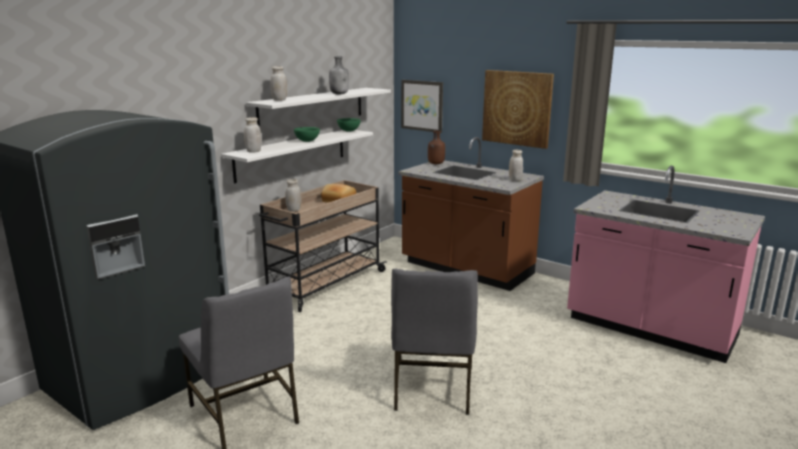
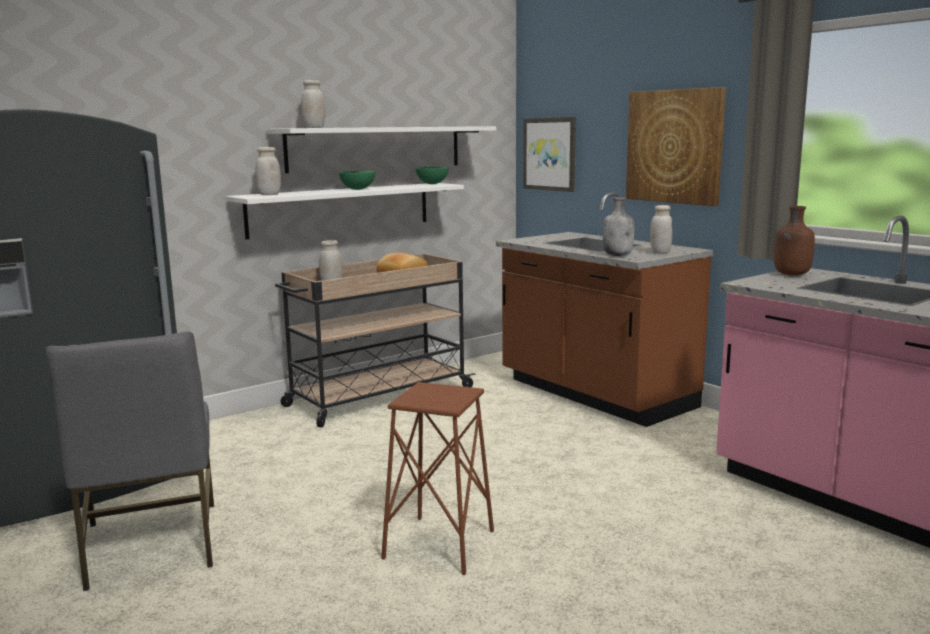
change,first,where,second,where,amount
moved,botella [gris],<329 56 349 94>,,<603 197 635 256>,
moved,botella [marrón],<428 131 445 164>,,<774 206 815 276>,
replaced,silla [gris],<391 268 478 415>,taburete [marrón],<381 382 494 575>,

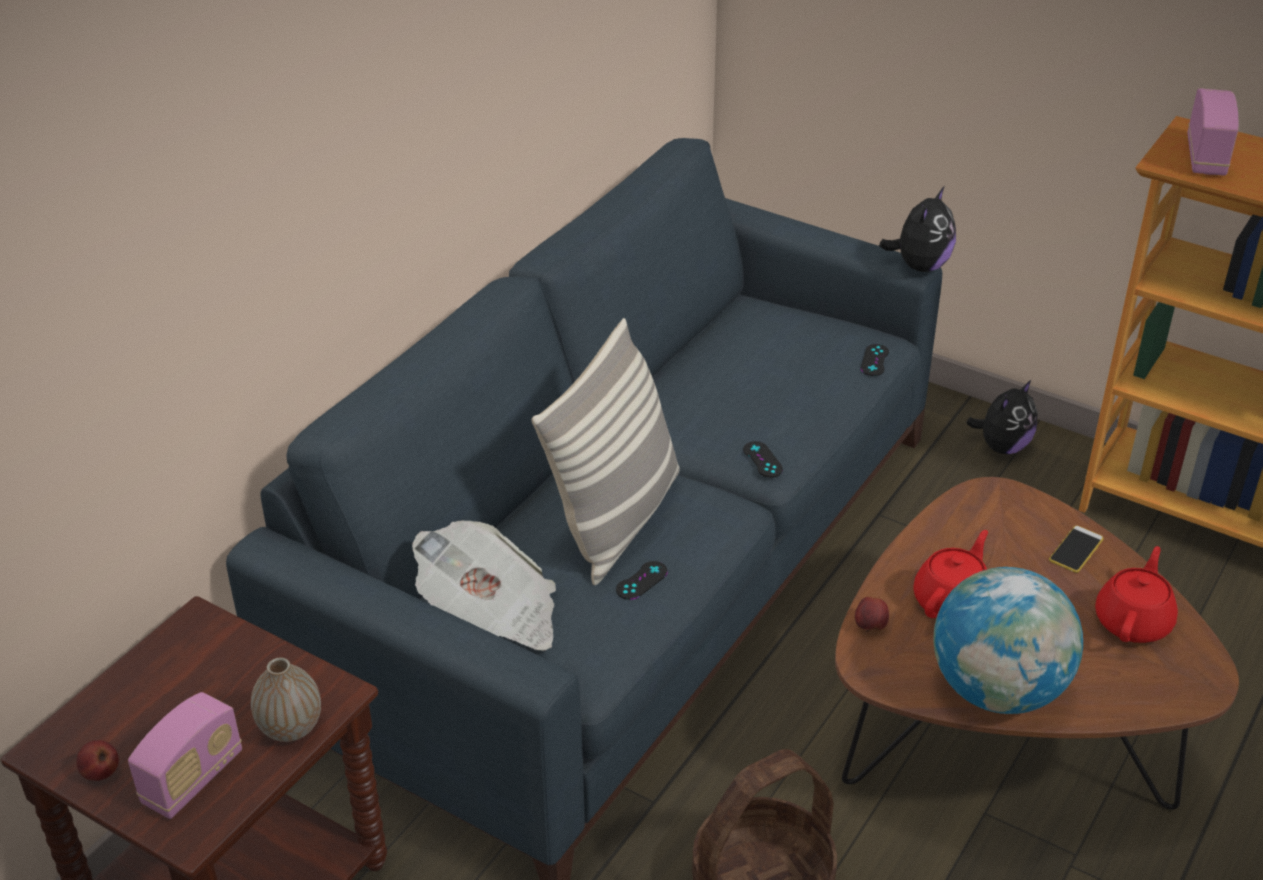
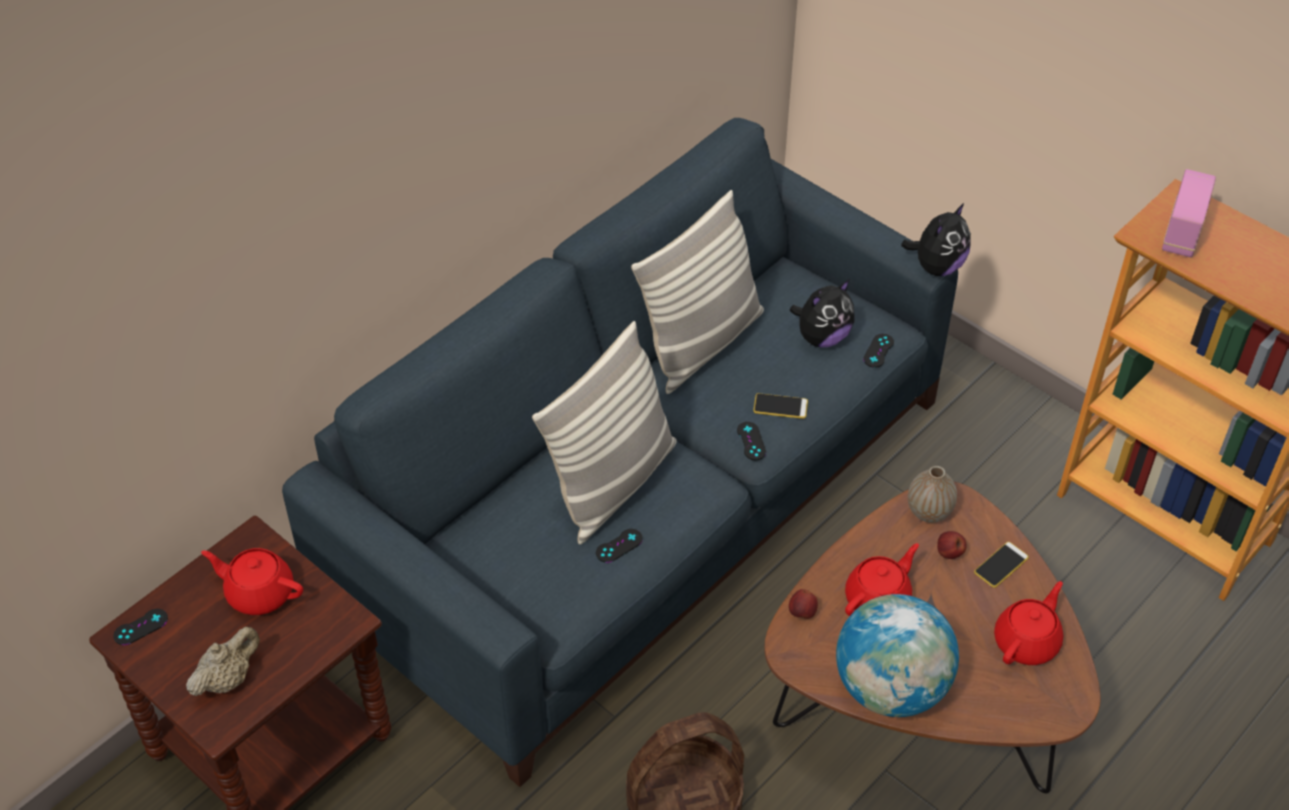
change,first,where,second,where,amount
moved,peluche,<966 379 1037 454>,,<790 280 854 348>,
removed,periódico,<412 521 556 651>,,,
moved,florero,<251 657 321 742>,,<908 466 957 523>,
replaced,radio,<128 692 242 819>,tetera [beis],<186 627 260 696>,
moved,manzana,<77 740 119 781>,,<937 531 967 559>,
added,,,cojín,<631 190 764 394>,
added,,,móvil,<753 393 808 419>,
added,,,tetera [rojo],<201 548 303 615>,
added,,,mando de consola [negro],<113 609 168 645>,

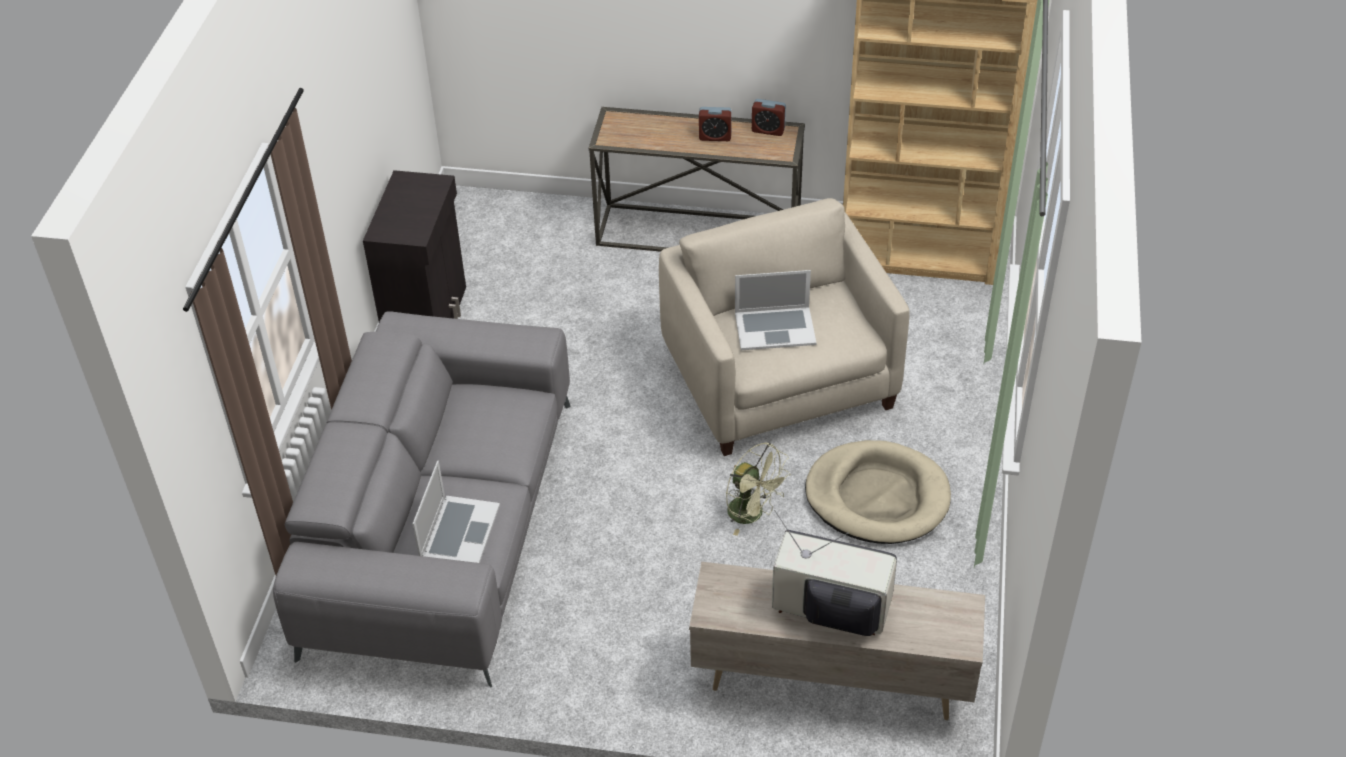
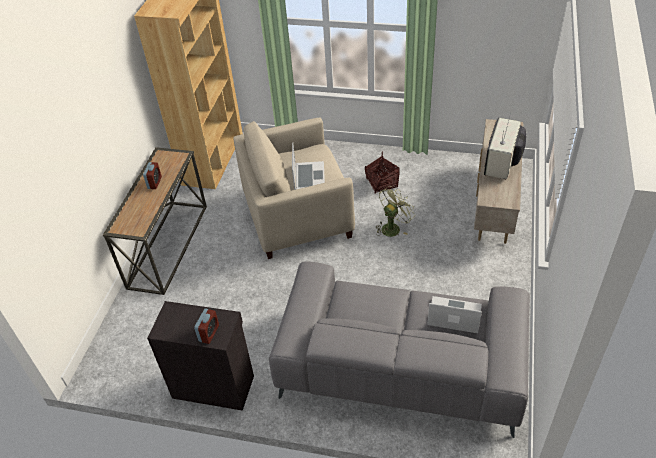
change,first,where,second,where,amount
moved,despertador,<752 99 786 136>,,<194 308 219 344>,
replaced,cama para perro [beis],<805 440 951 544>,cesta,<365 151 400 193>,

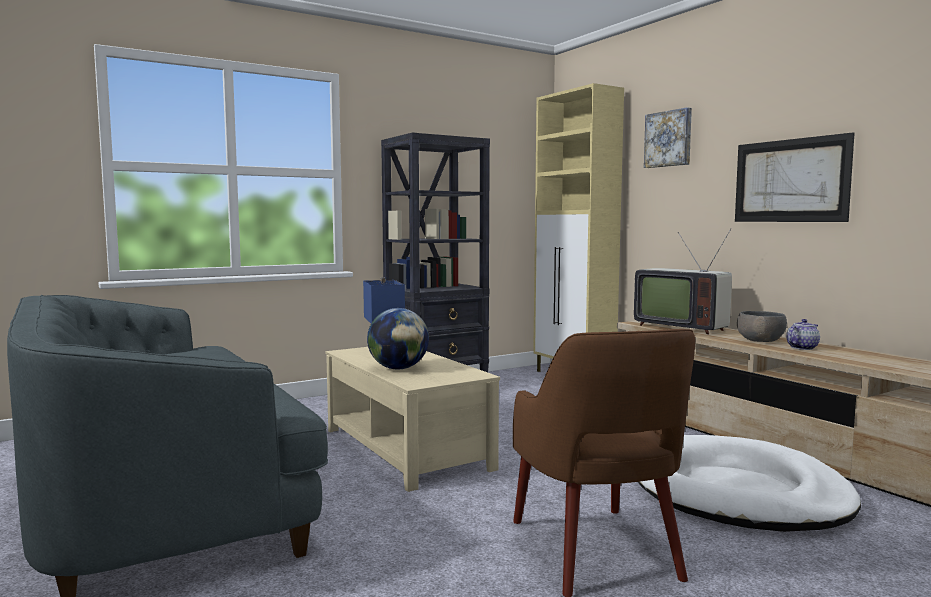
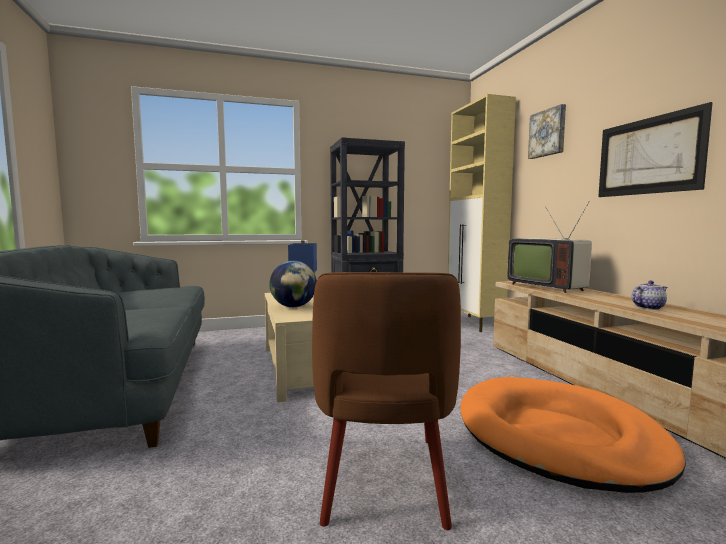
change,first,where,second,where,amount
removed,cuenco [gris],<737 311 787 342>,,,
recoloured,cama para perro [blanco],<638 435 861 532>,cama para perro [naranja],<460 377 686 493>,

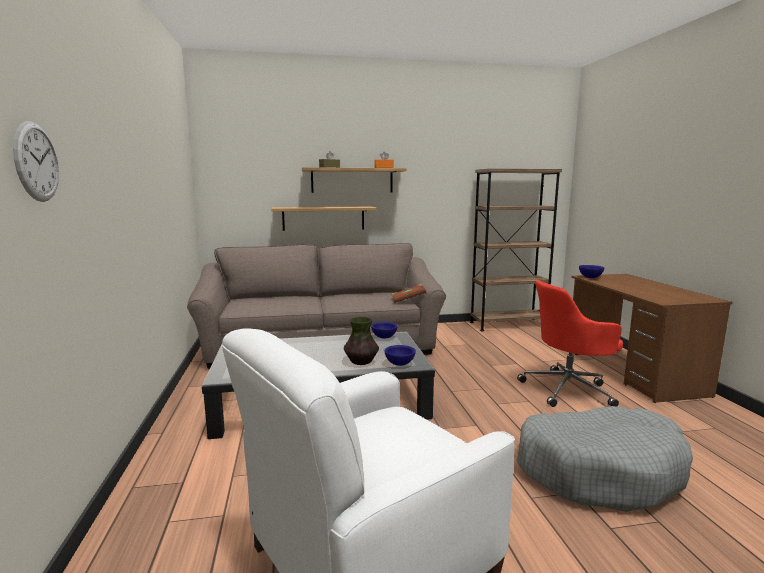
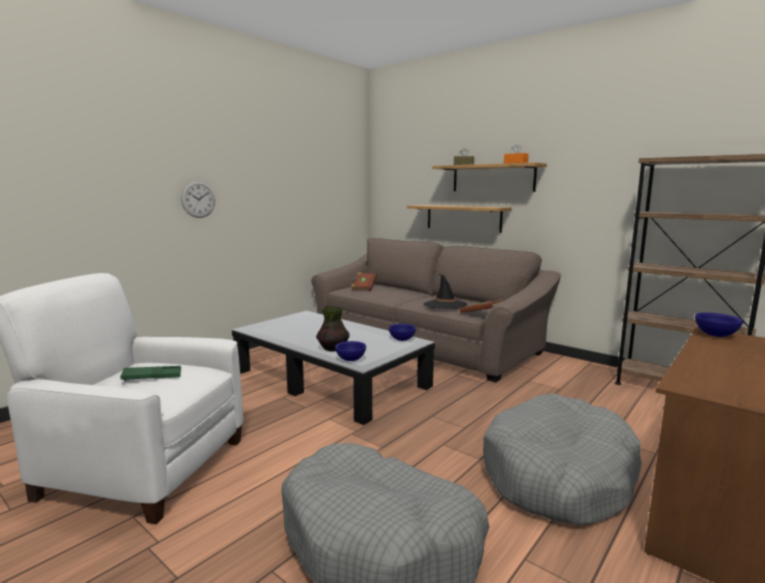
change,first,where,second,where,amount
moved,reloj de pared,<13 122 59 202>,,<181 181 215 218>,
replaced,silla de oficina [rojo],<517 280 623 407>,cama para perro [gris],<483 394 642 525>,
added,,,libro [marrón],<351 272 377 291>,
added,,,sombrero [negro],<424 274 467 309>,
added,,,bandeja [verde],<121 366 181 381>,

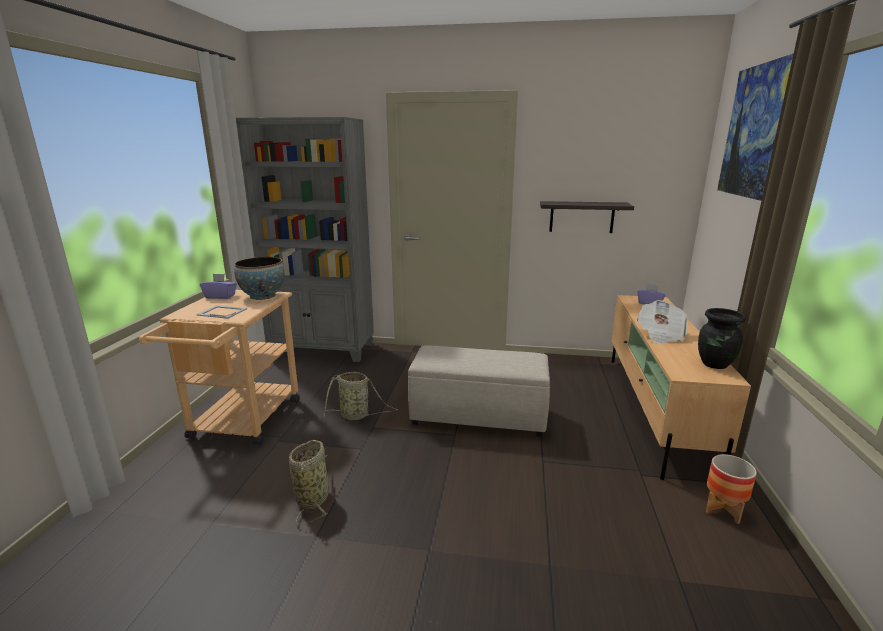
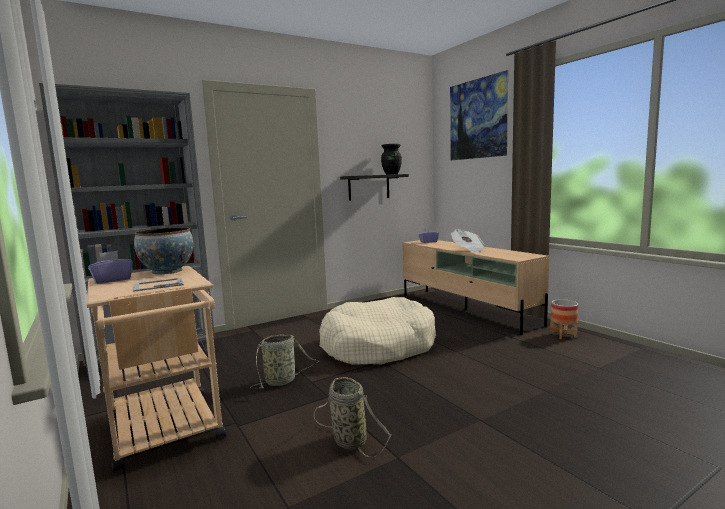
change,first,where,second,where,amount
moved,florero [negro],<698 308 746 369>,,<381 144 402 175>,
replaced,puf [beis],<408 345 550 437>,cama para perro [beis],<319 297 436 365>,

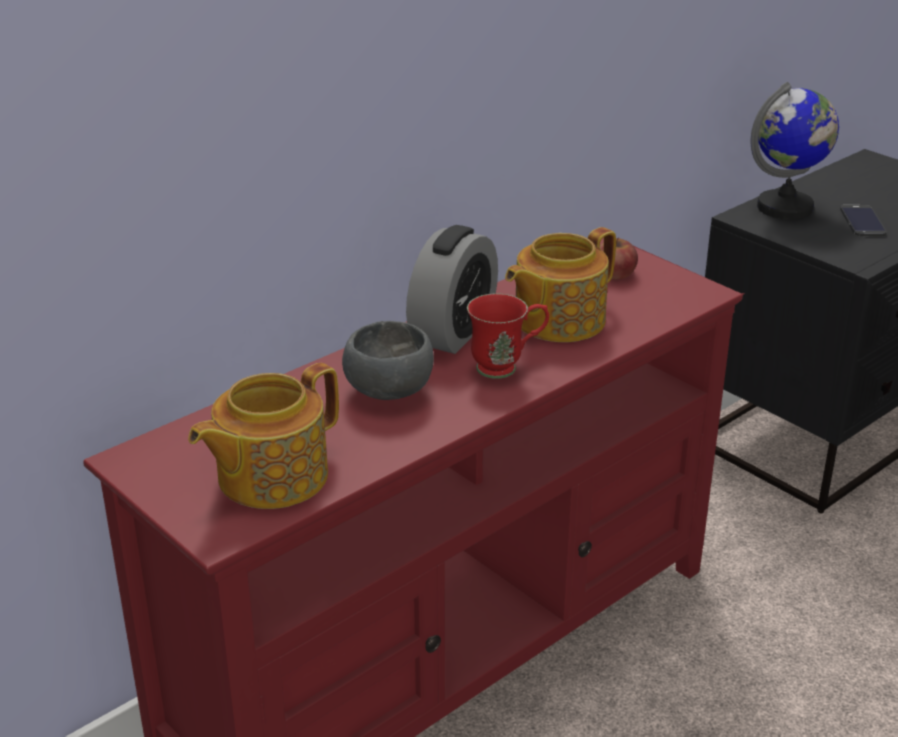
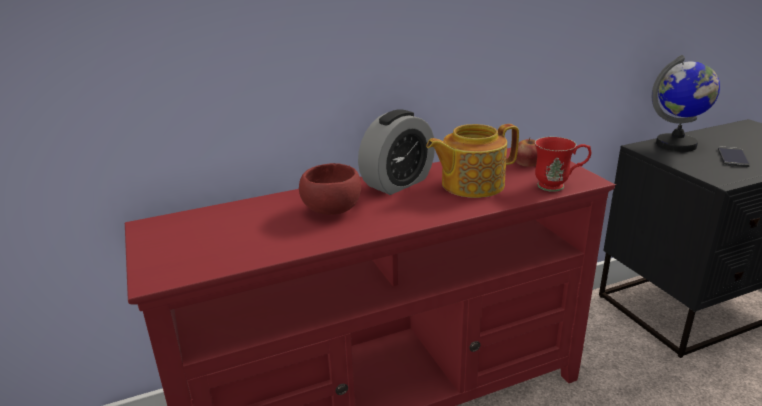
change,first,where,second,where,amount
moved,taza grande [rojo],<467 294 549 379>,,<535 137 591 192>,
recoloured,cuenco [gris],<342 321 434 400>,cuenco [rojo],<299 163 361 215>,
removed,tetera,<188 363 339 509>,,,

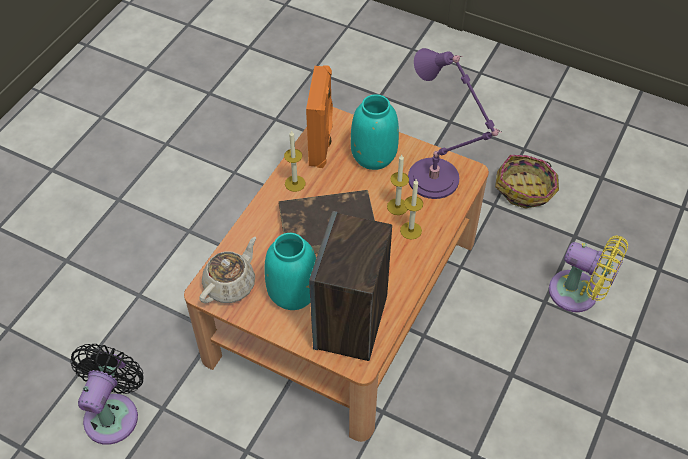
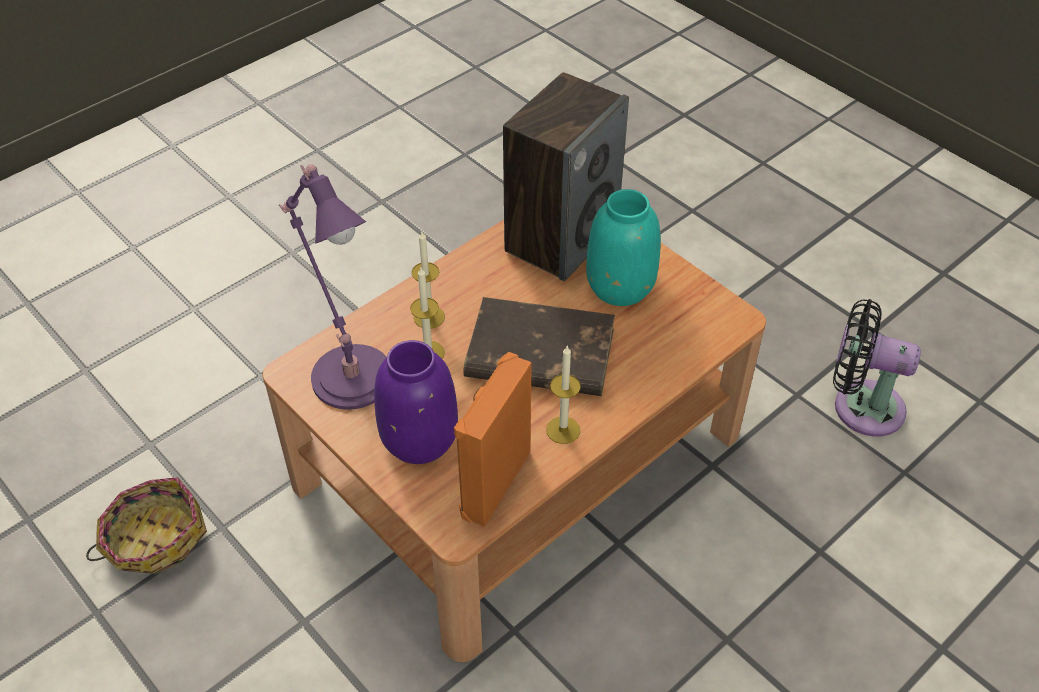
change,first,where,second,where,amount
recoloured,florero [turquesa],<351 94 399 170>,florero [morado],<374 340 458 464>,
removed,ventilador [amarillo],<549 235 628 312>,,,
removed,tetera [beis],<199 237 256 303>,,,
turned,ventilador [negro],<70 344 144 445>,,<833 299 921 437>,75 degrees clockwise

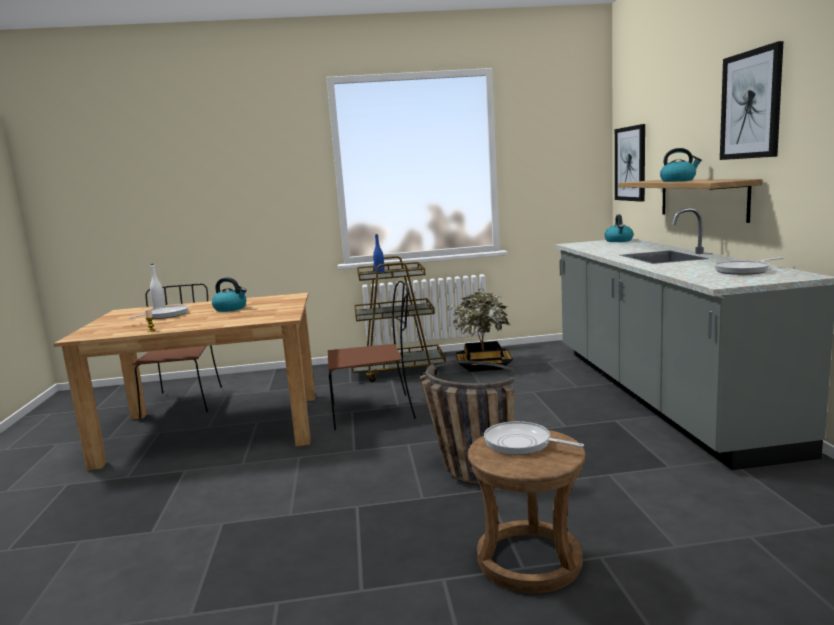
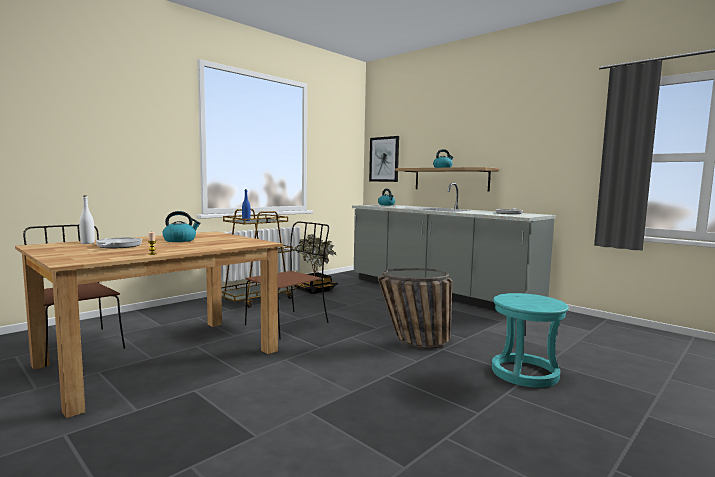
change,first,where,second,where,amount
removed,cuadro,<720 41 784 160>,,,
removed,sartén,<484 421 584 455>,,,
recoloured,taburete [marrón],<468 430 586 593>,taburete [turquesa],<492 293 569 388>,

